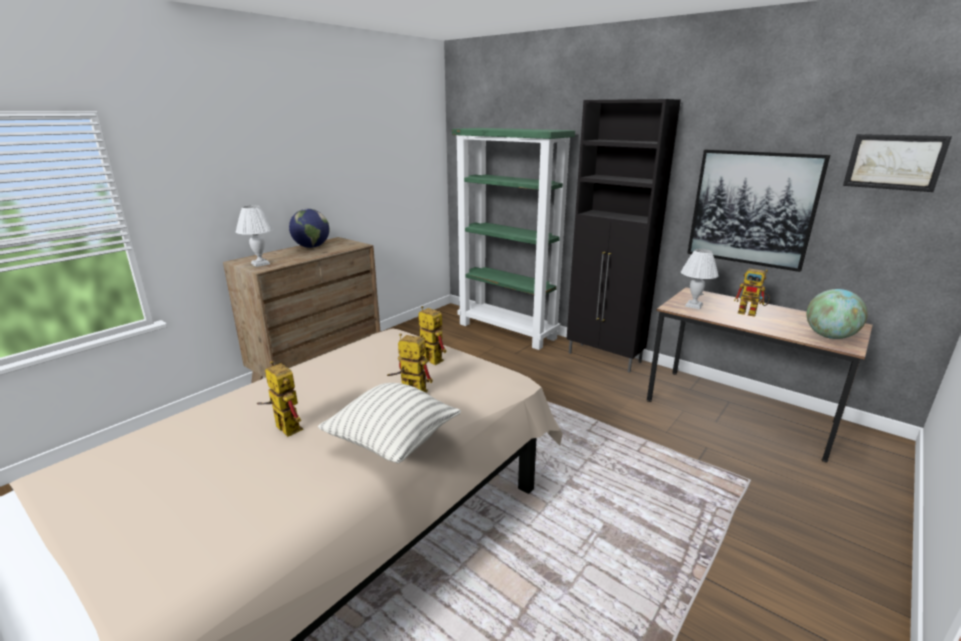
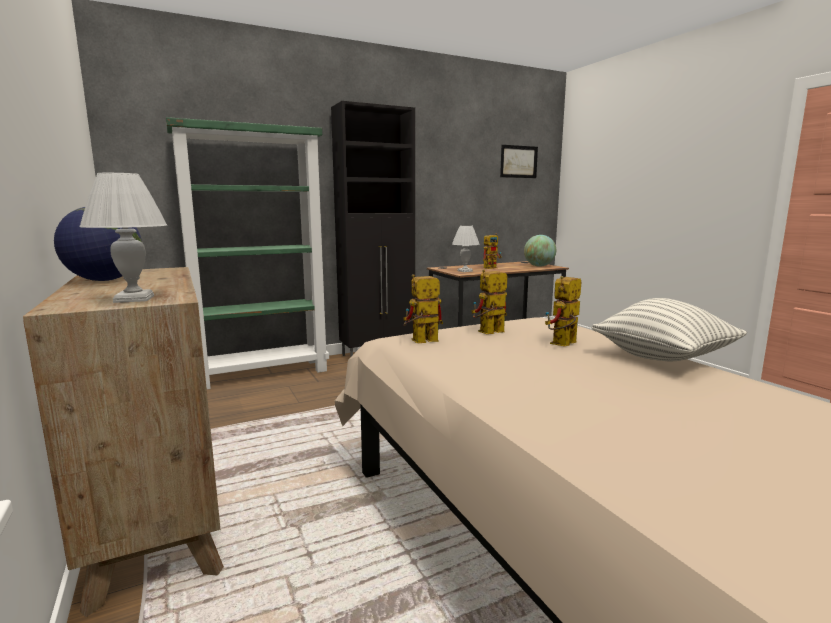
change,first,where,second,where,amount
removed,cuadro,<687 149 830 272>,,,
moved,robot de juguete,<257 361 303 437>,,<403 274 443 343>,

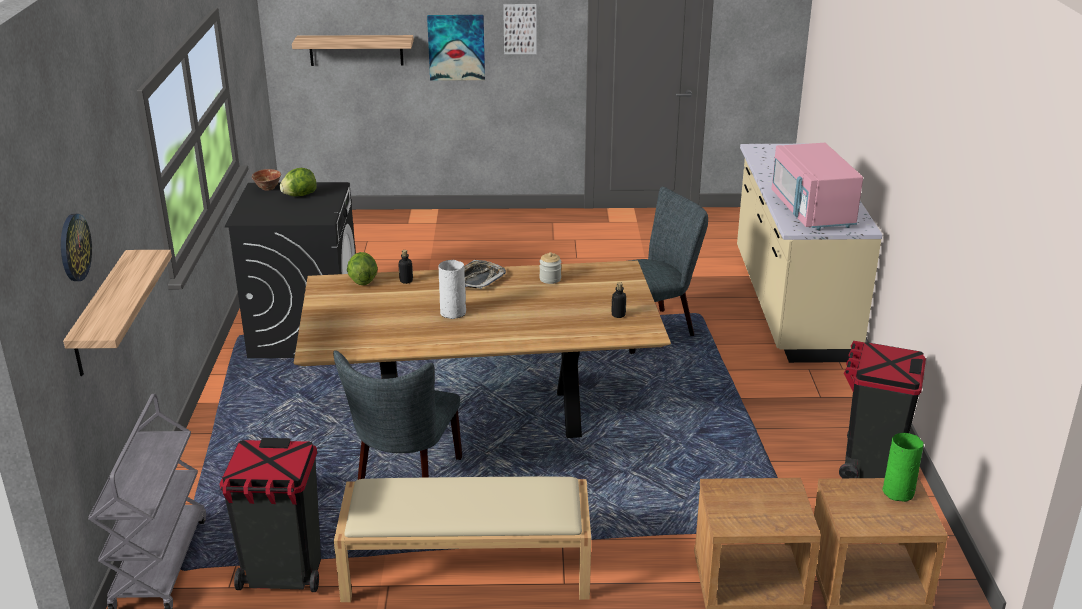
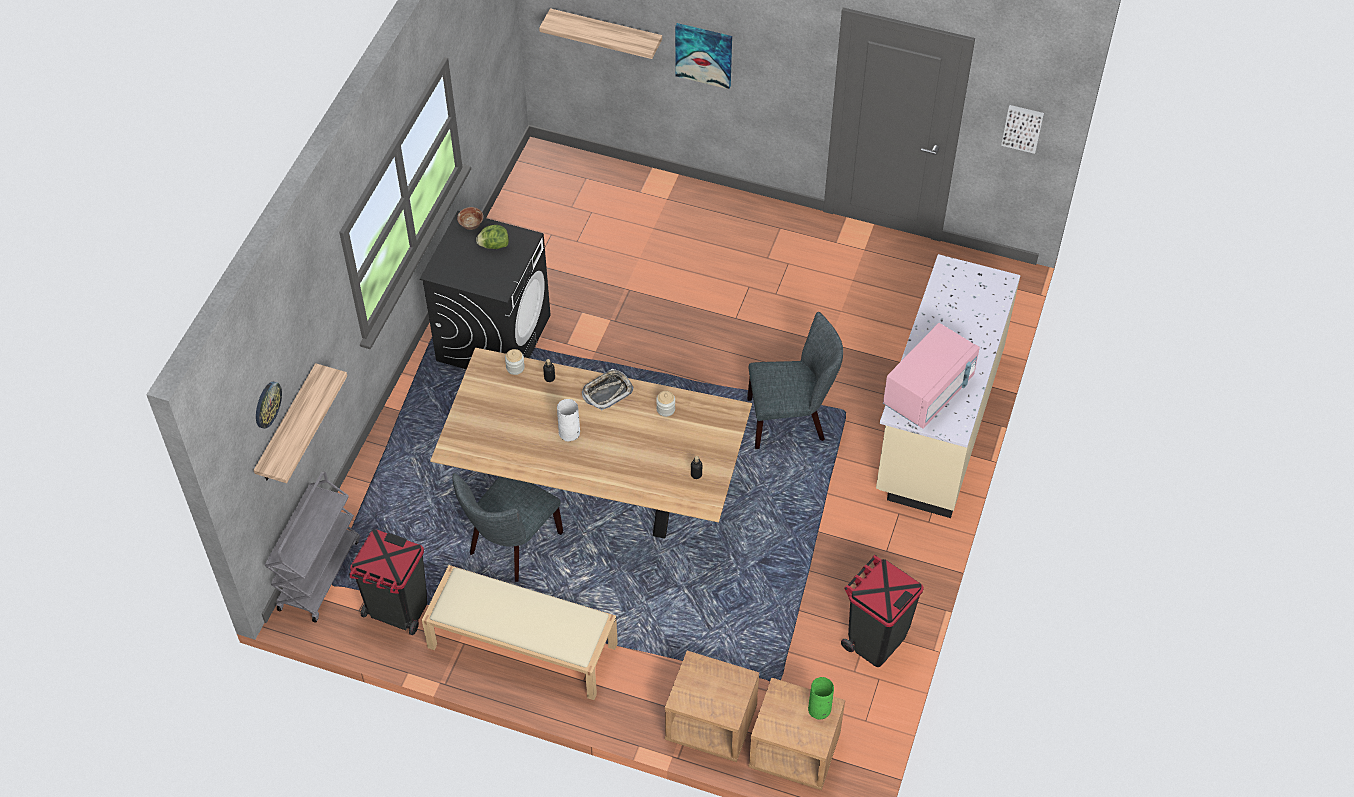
change,first,where,second,where,amount
moved,cuadro,<503 4 537 54>,,<1001 105 1044 154>,
turned,microondas [rosa],<772 143 863 230>,,<883 323 980 429>,150 degrees counterclockwise
replaced,lechuga,<347 252 378 285>,tarro,<505 349 525 375>,

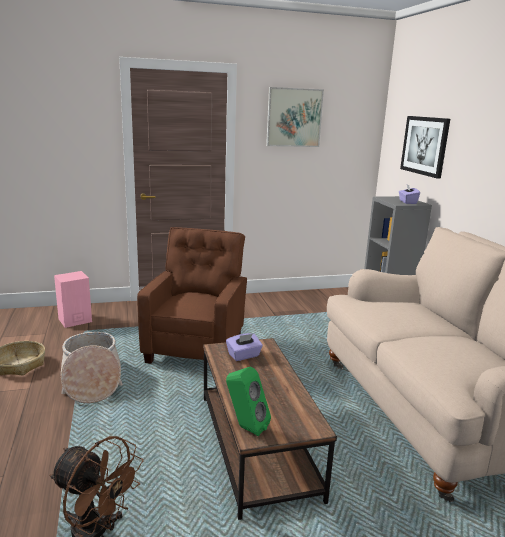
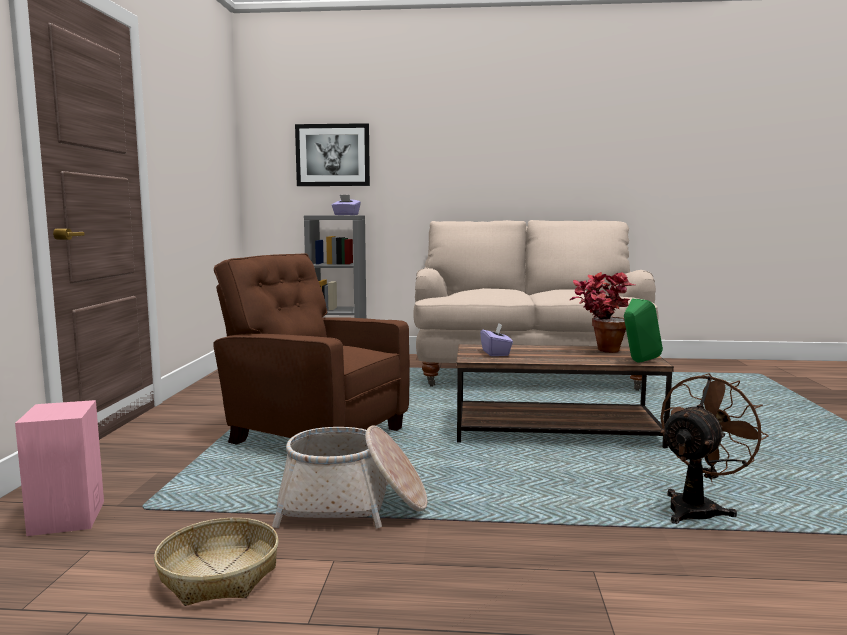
change,first,where,second,where,amount
removed,cuadro,<266 87 324 147>,,,
added,,,planta en maceta,<570 272 635 353>,

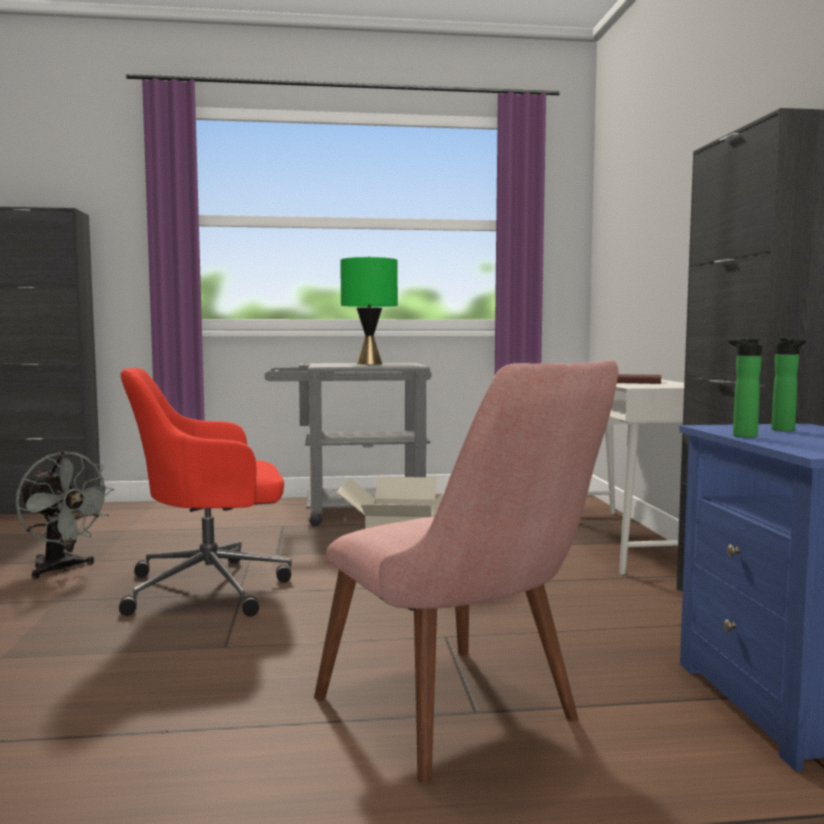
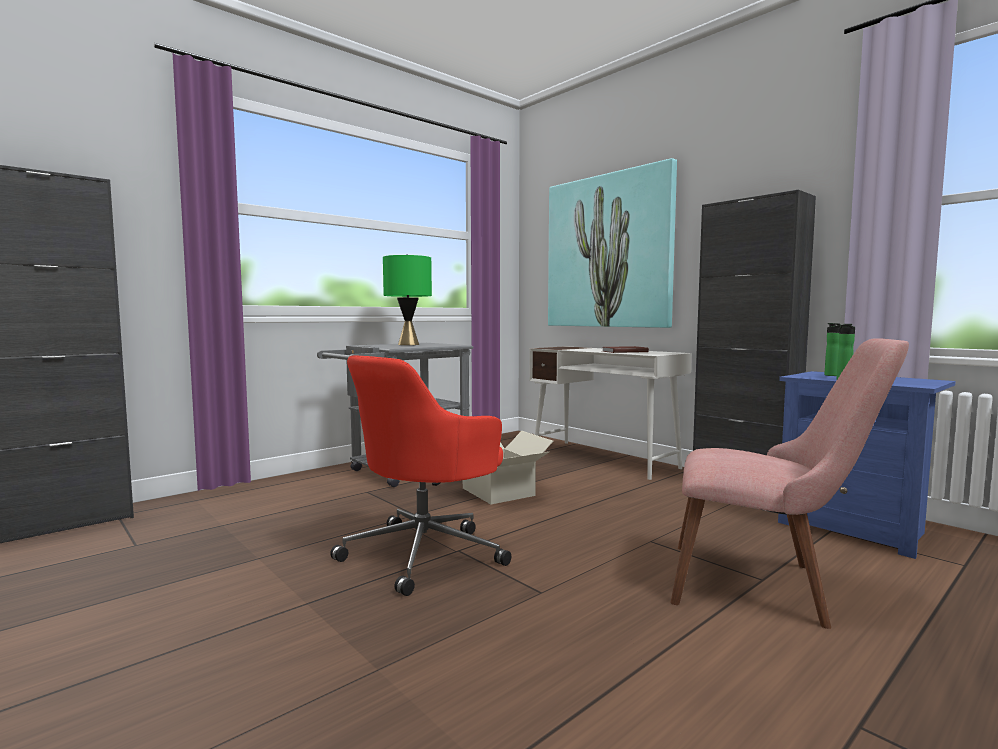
change,first,where,second,where,amount
removed,ventilador [gris],<16 451 114 579>,,,
added,,,cuadro,<548 158 677 328>,

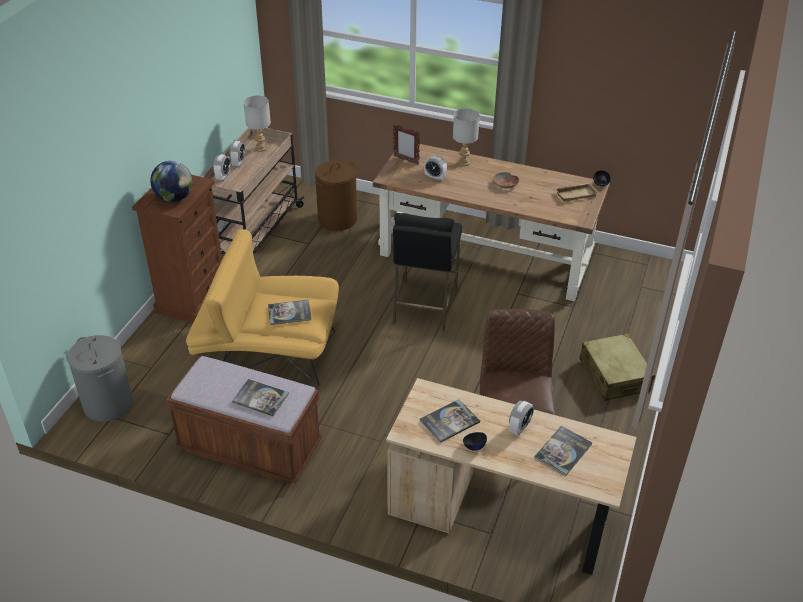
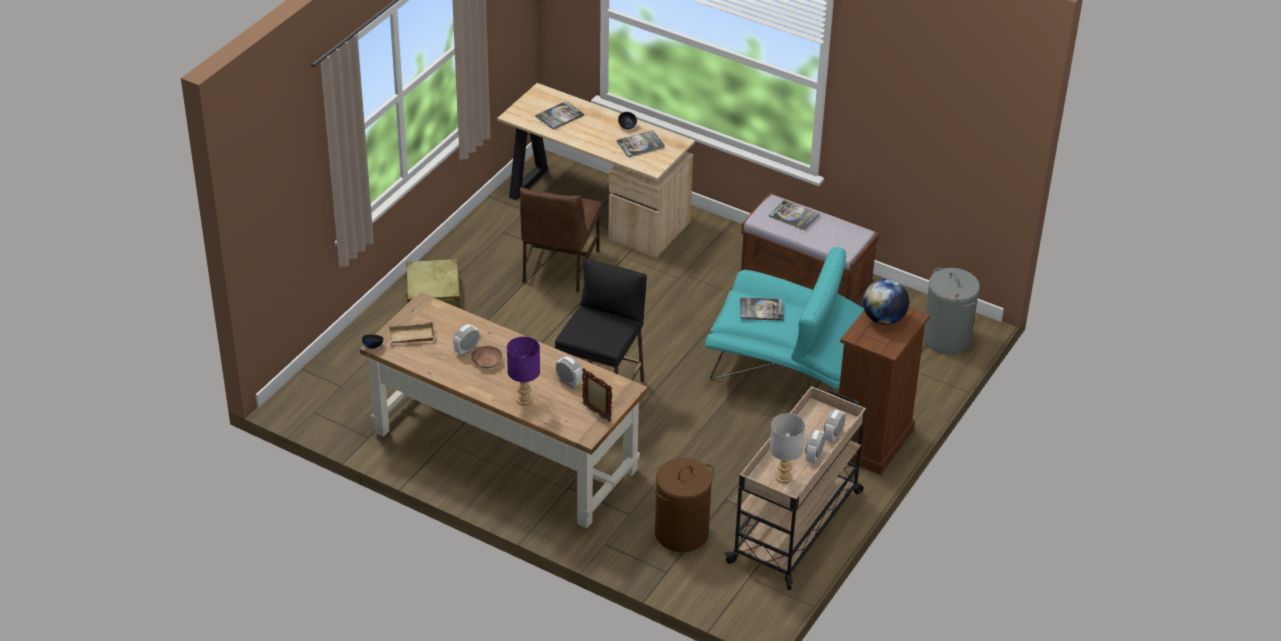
change,first,where,second,where,amount
recoloured,lámpara de mesa [gris],<453 108 480 166>,lámpara de mesa [morado],<507 337 540 405>,
recoloured,sillón [amarillo],<186 229 339 386>,sillón [turquesa],<705 247 864 398>,
moved,despertador,<509 401 534 435>,,<453 324 480 356>,

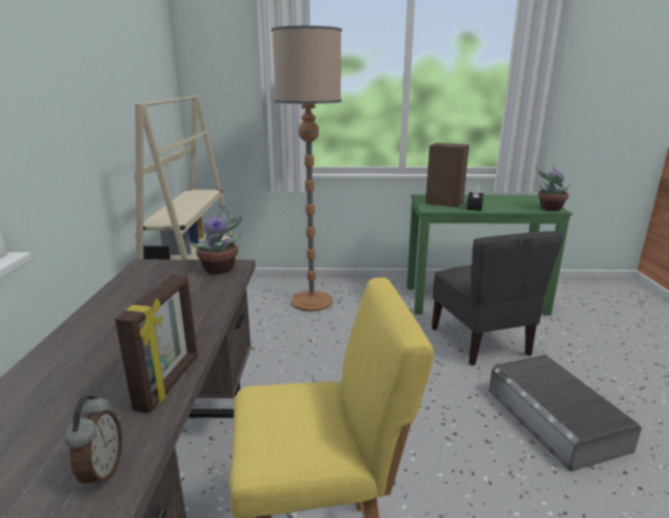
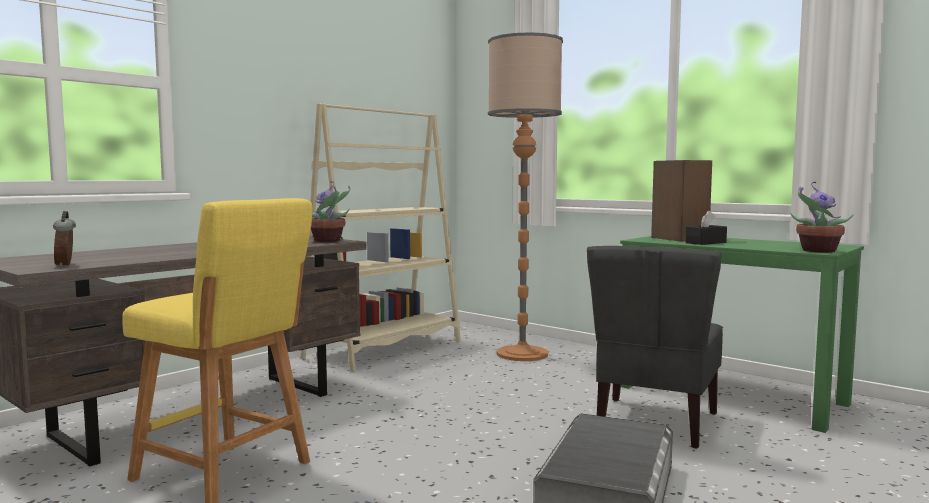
change,first,where,second,where,amount
removed,portarretratos,<115 275 198 413>,,,
turned,despertador,<64 395 122 489>,,<53 211 76 267>,120 degrees clockwise

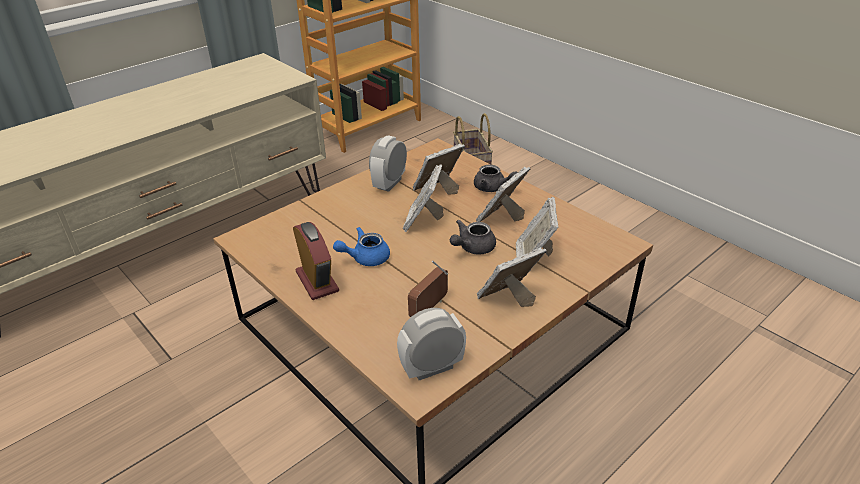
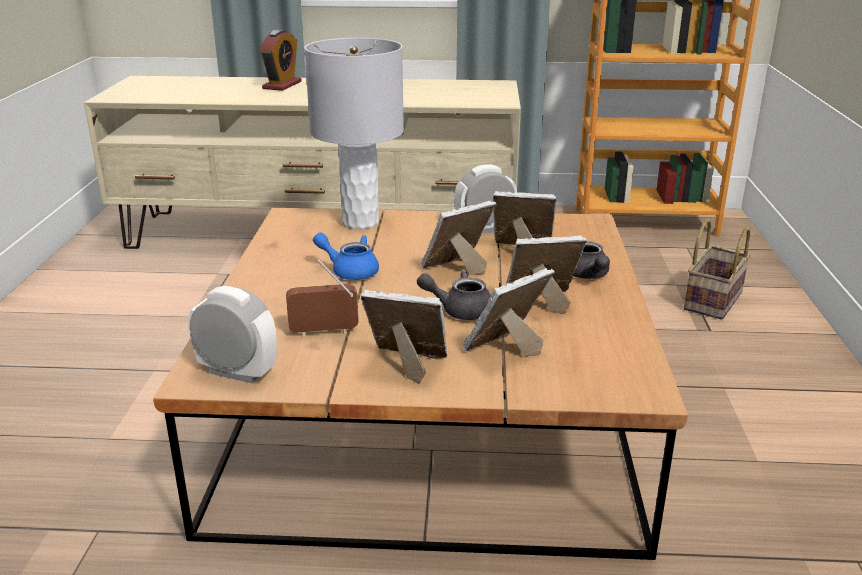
change,first,where,second,where,amount
moved,despertador,<293 222 339 300>,,<260 30 302 91>,
added,,,lámpara de mesa [gris],<304 38 404 229>,

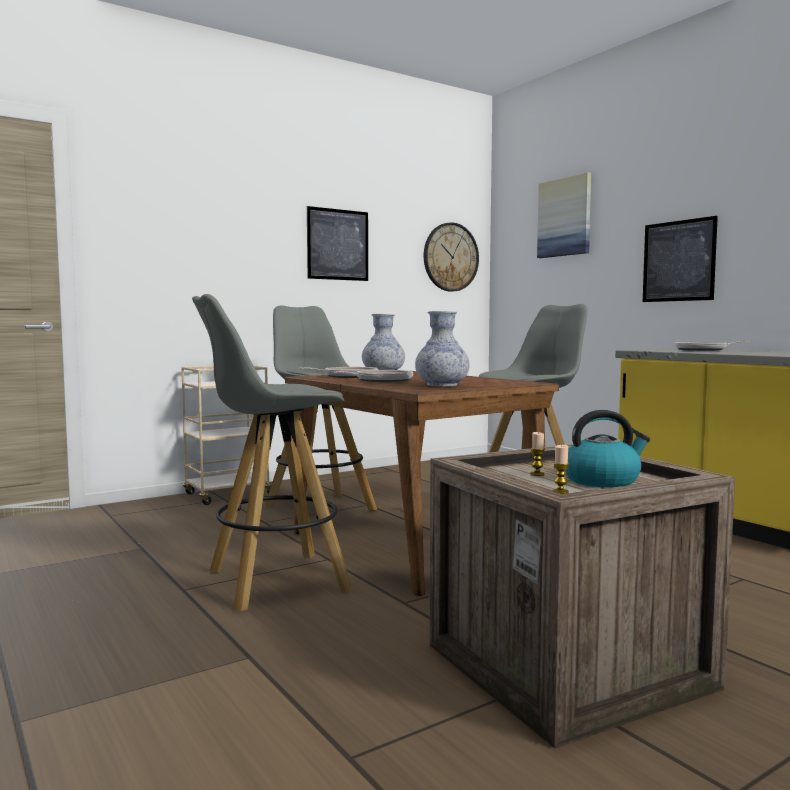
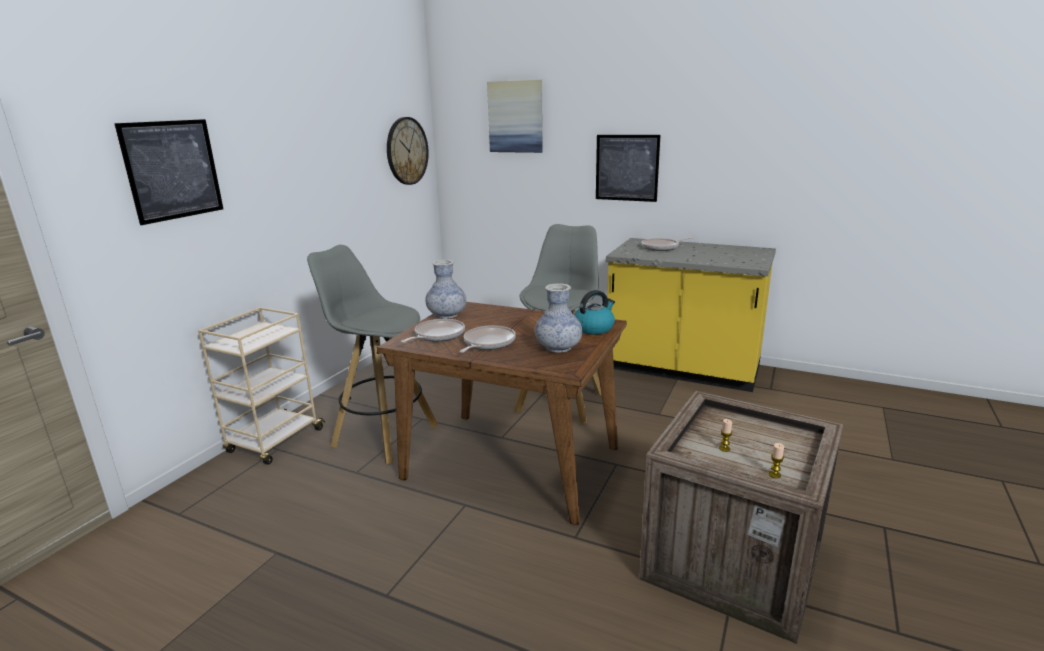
change,first,where,second,where,amount
moved,cuadro,<307 206 368 281>,,<114 119 223 225>,
removed,taburete [gris],<192 294 352 611>,,,
moved,hervidor,<565 410 650 487>,,<574 290 615 335>,

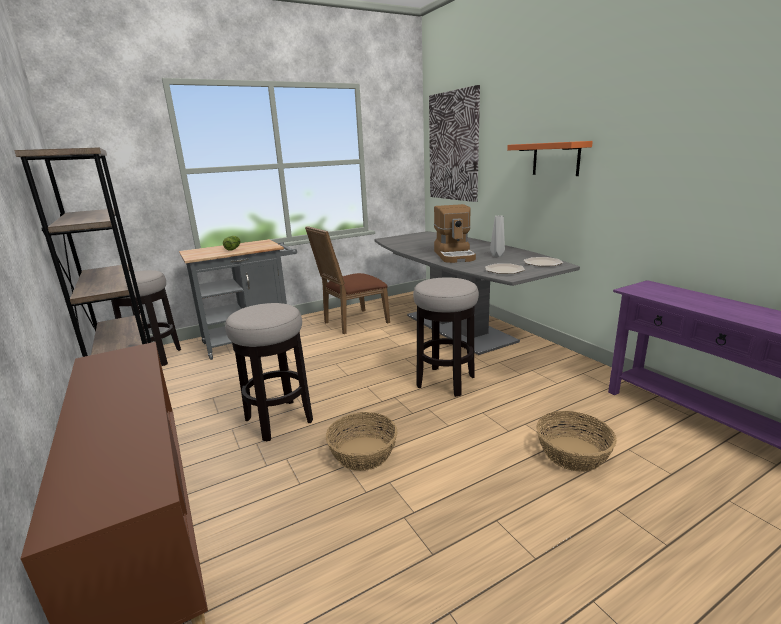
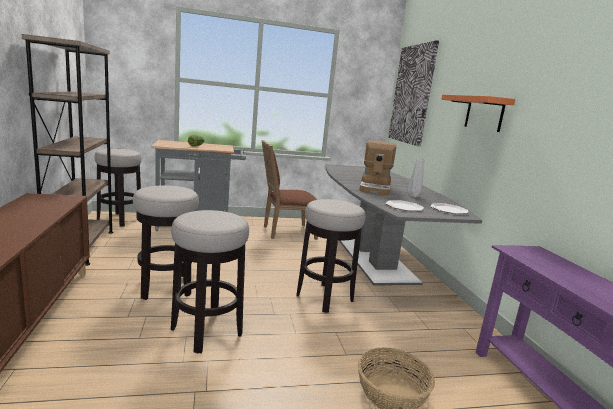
change,first,where,second,where,amount
replaced,cesta,<326 412 398 471>,taburete,<171 210 249 353>,

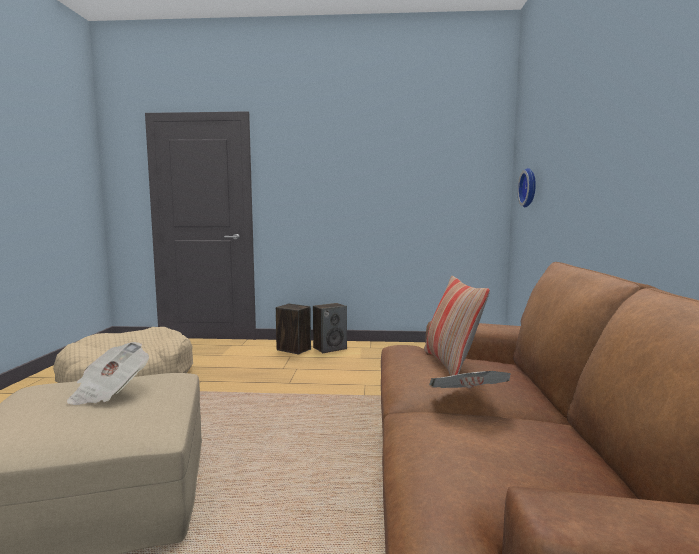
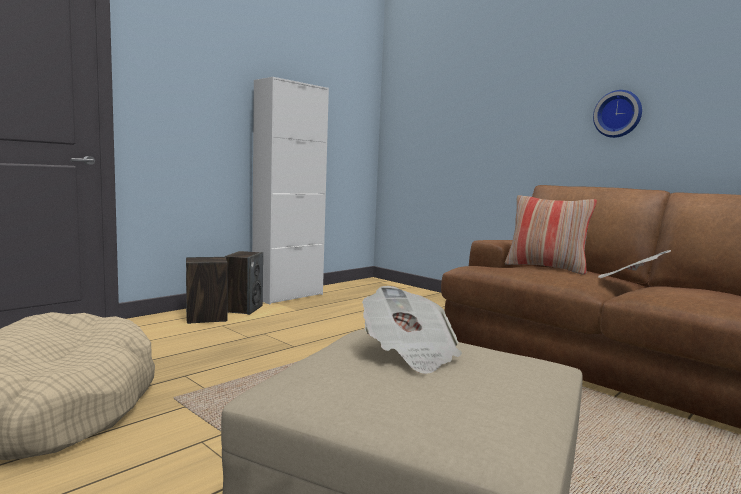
change,first,where,second,where,amount
moved,reloj de pared,<517 168 536 207>,,<593 90 642 138>,
added,,,armario [blanco],<252 77 329 304>,

